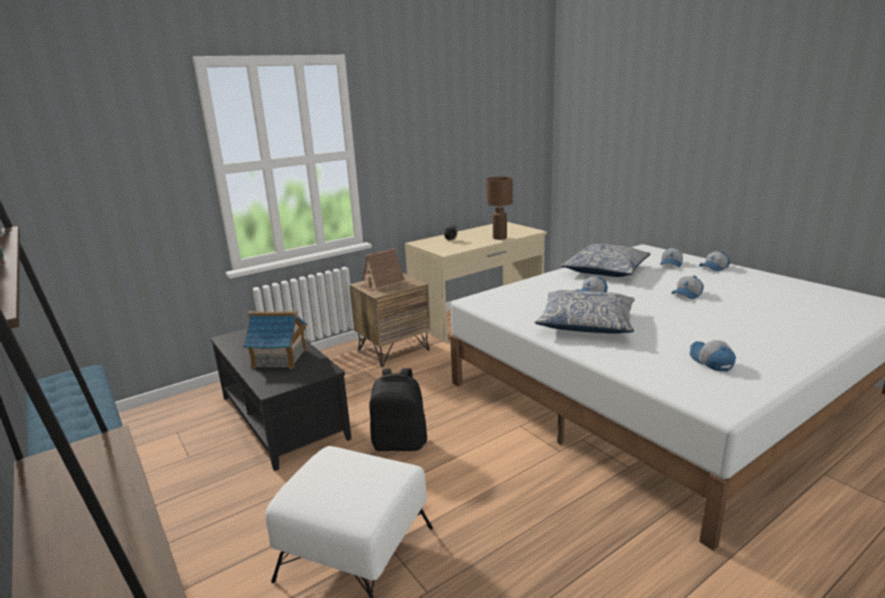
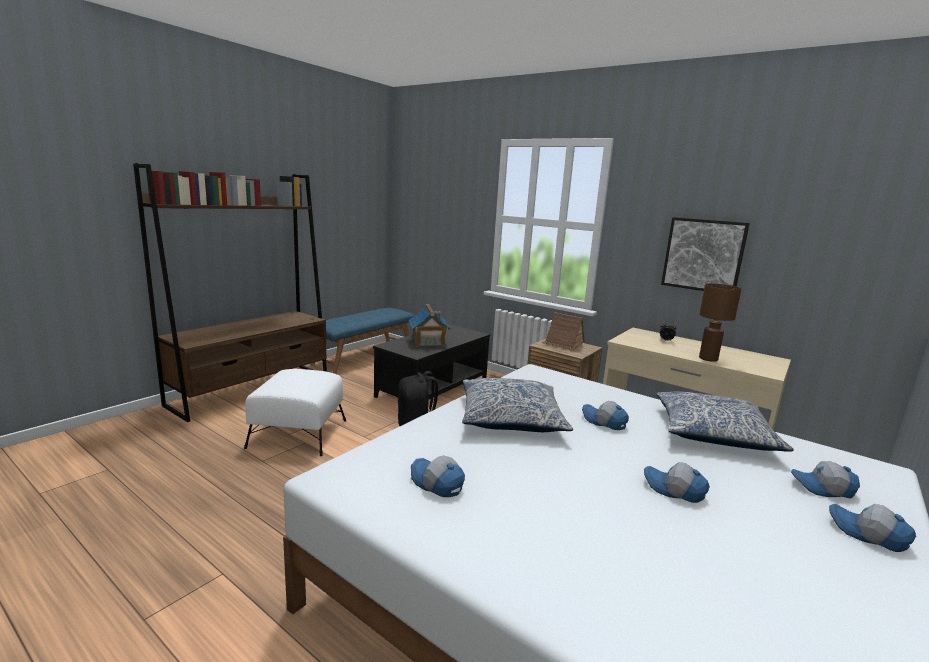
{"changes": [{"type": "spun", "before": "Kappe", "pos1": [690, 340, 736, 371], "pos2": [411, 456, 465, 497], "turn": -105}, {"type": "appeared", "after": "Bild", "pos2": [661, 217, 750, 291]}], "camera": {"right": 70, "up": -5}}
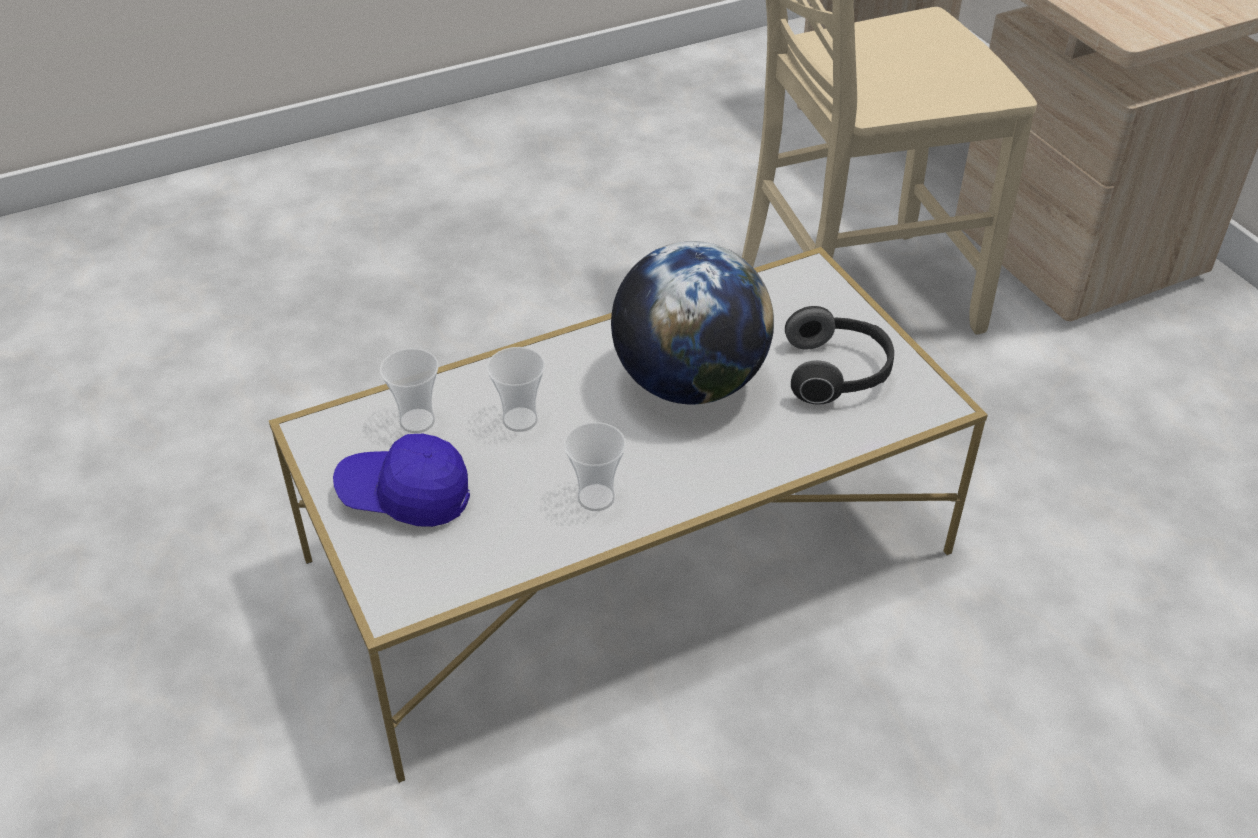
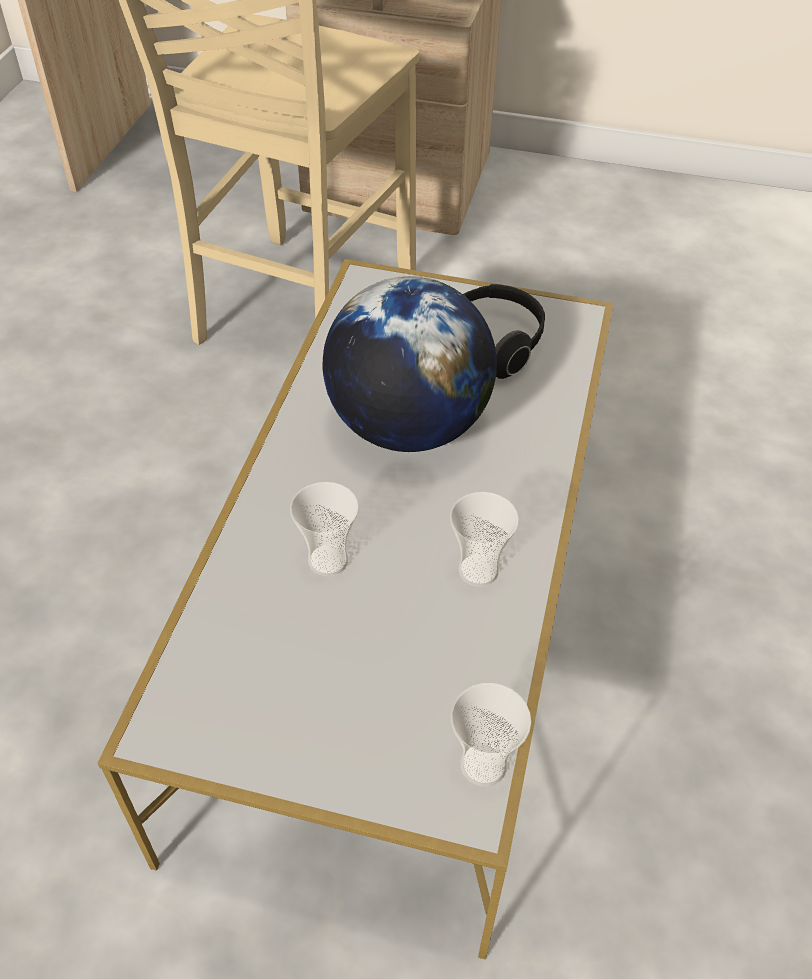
{"changes": [{"type": "relocated", "before": "Tasse", "pos1": [380, 348, 439, 433], "pos2": [450, 683, 531, 787]}, {"type": "missing", "before": "Kappe/blau", "pos1": [333, 434, 470, 527]}], "camera": {"right": -50, "up": 5}}
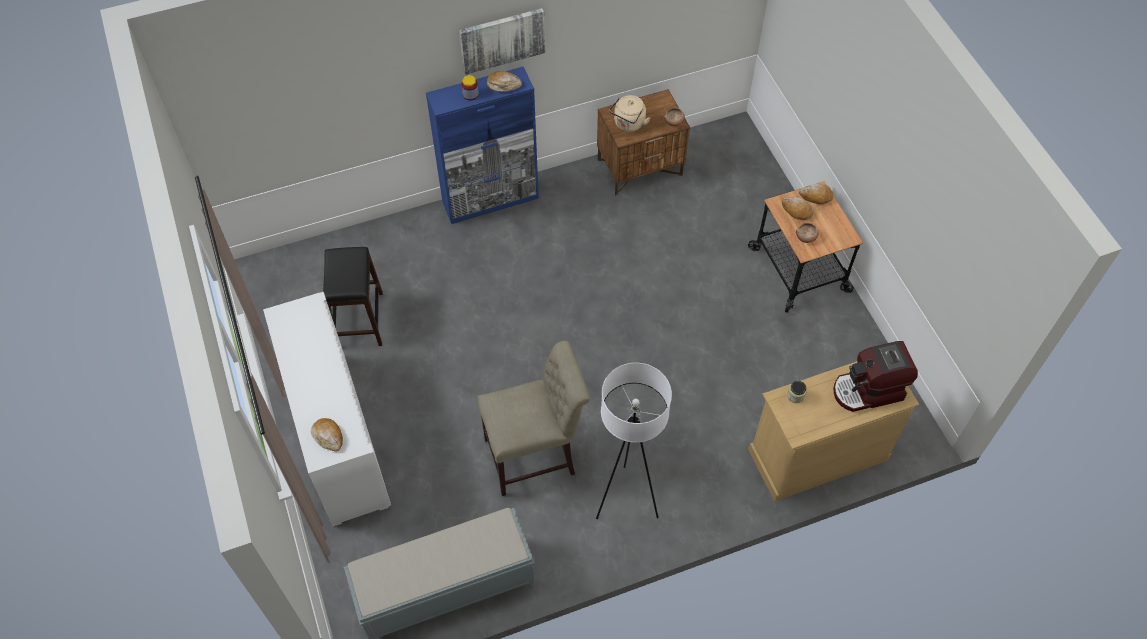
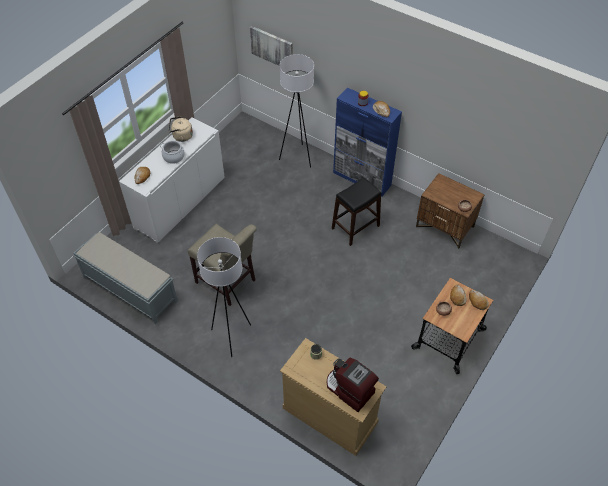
{"changes": [{"type": "relocated", "before": "Bild", "pos1": [459, 8, 546, 75], "pos2": [250, 26, 293, 66]}, {"type": "relocated", "before": "Wasserkessel/beige", "pos1": [609, 95, 650, 132], "pos2": [169, 116, 193, 142]}, {"type": "relocated", "before": "Hocker/schwarz", "pos1": [323, 247, 383, 346], "pos2": [332, 177, 381, 246]}, {"type": "appeared", "after": "Stehlampe/weiß", "pos2": [279, 54, 314, 167]}, {"type": "appeared", "after": "Kochtopf", "pos2": [160, 141, 185, 164]}], "camera": {"right": 55, "up": -5}}
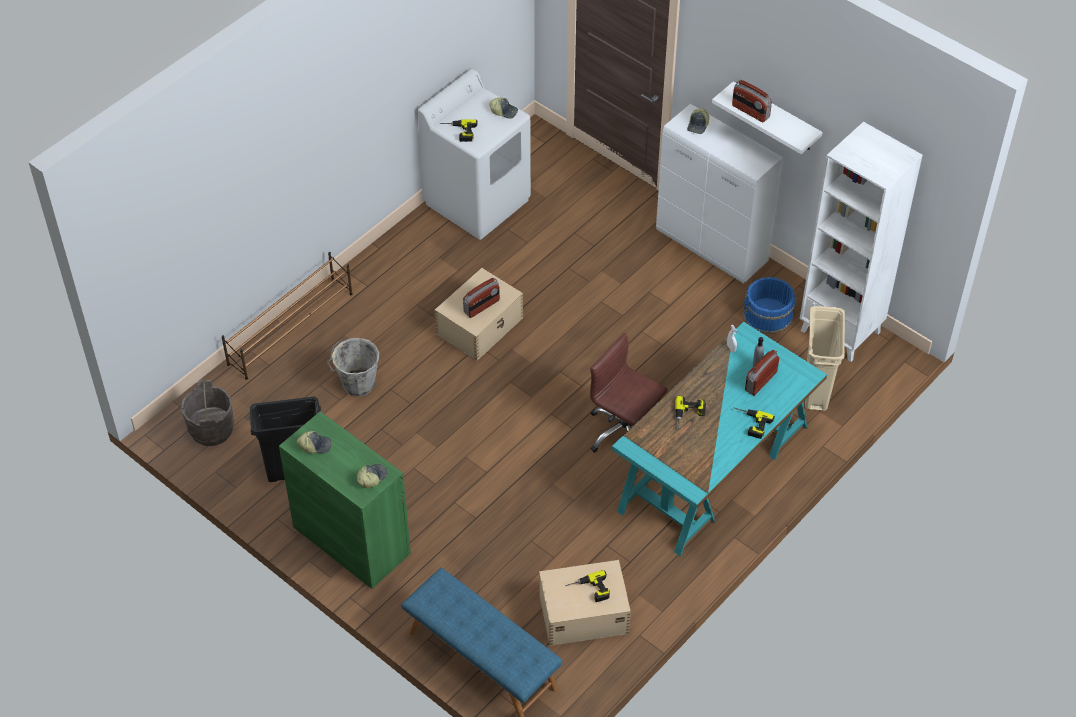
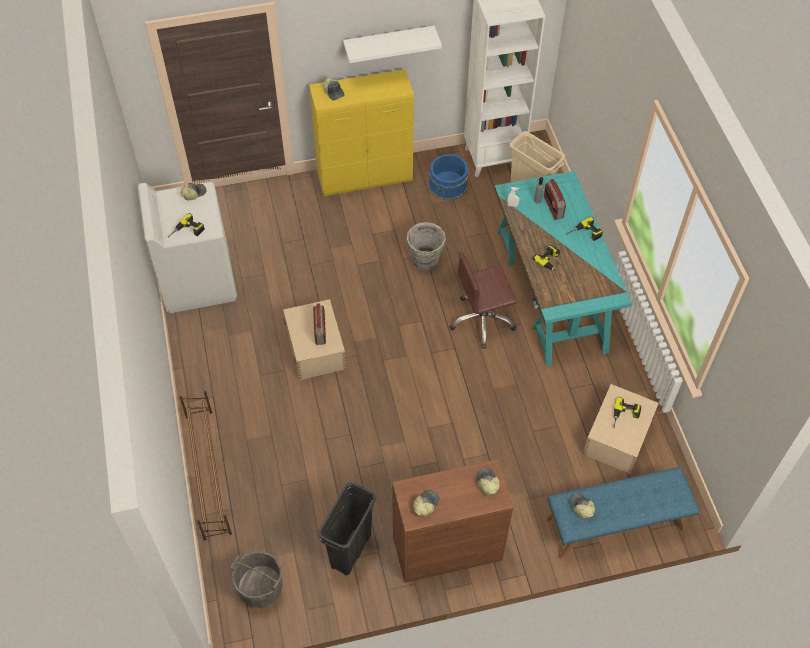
{"changes": [{"type": "missing", "before": "Radio", "pos1": [732, 80, 772, 122]}, {"type": "colour", "before": "Schrank/weiß", "after": "Schrank/gelb", "pos1": [656, 104, 783, 284], "pos2": [309, 69, 414, 196]}, {"type": "relocated", "before": "Eimer/grau", "pos1": [327, 338, 379, 397], "pos2": [404, 222, 446, 270]}, {"type": "colour", "before": "Schrank/grün", "after": "Schrank/braun", "pos1": [279, 411, 411, 589], "pos2": [392, 459, 513, 583]}, {"type": "appeared", "after": "Kappe", "pos2": [570, 493, 595, 519]}], "camera": {"right": -55, "up": 5}}
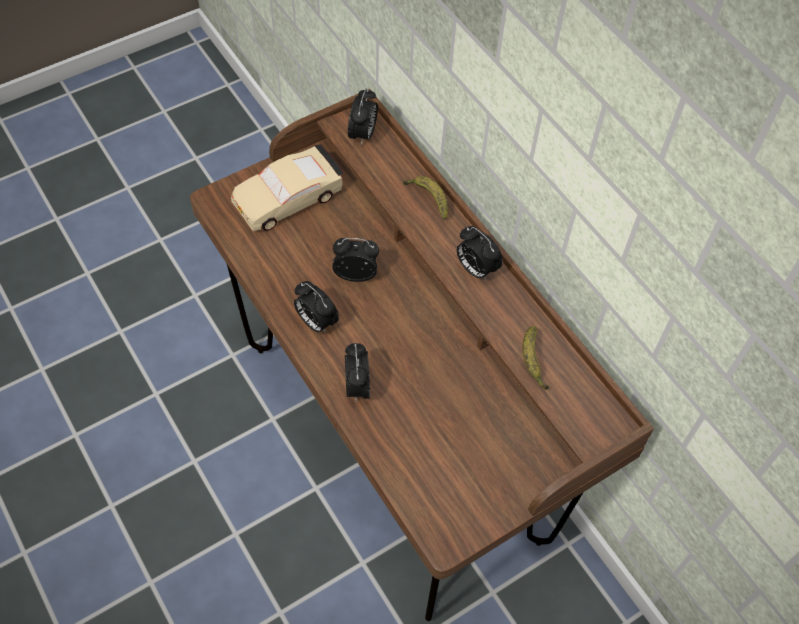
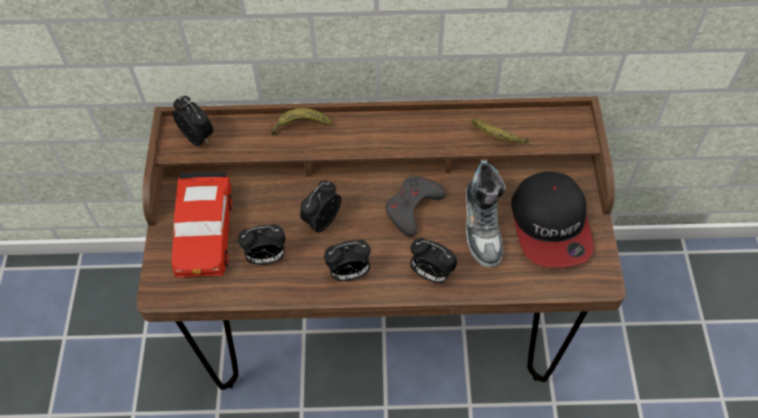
{"changes": [{"type": "colour", "before": "Spielzeugauto/beige", "after": "Spielzeugauto/rot", "pos1": [231, 144, 344, 231], "pos2": [172, 171, 232, 277]}, {"type": "relocated", "before": "Wecker", "pos1": [457, 226, 503, 280], "pos2": [238, 224, 285, 265]}, {"type": "appeared", "after": "Schuh", "pos2": [466, 160, 506, 268]}, {"type": "appeared", "after": "Kappe", "pos2": [511, 171, 594, 268]}, {"type": "appeared", "after": "Gamepad/grau", "pos2": [385, 176, 446, 237]}], "camera": {"right": -55, "up": 0}}
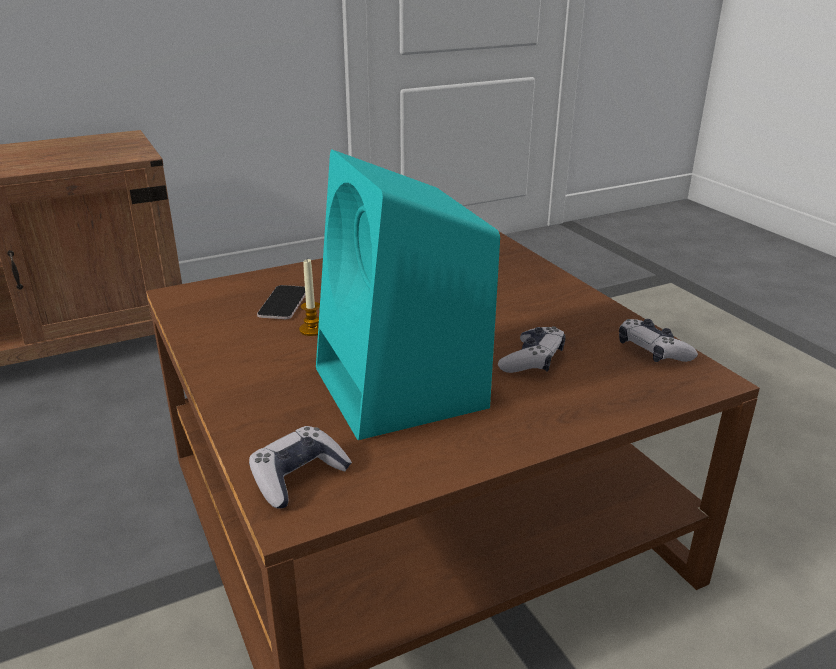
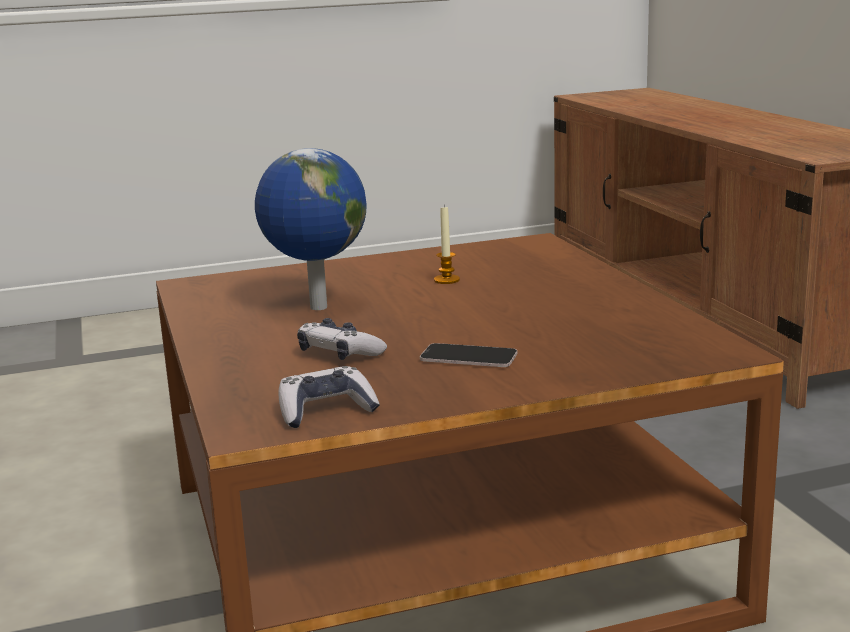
{"changes": [{"type": "exchanged", "before": "Lautsprecher/türkis", "after": "Globus", "pos1": [316, 150, 500, 440], "pos2": [255, 148, 366, 310]}, {"type": "relocated", "before": "Handy", "pos1": [257, 285, 305, 319], "pos2": [420, 343, 517, 367]}, {"type": "missing", "before": "Gamepad", "pos1": [249, 426, 352, 509]}], "camera": {"right": 100, "up": -10}}
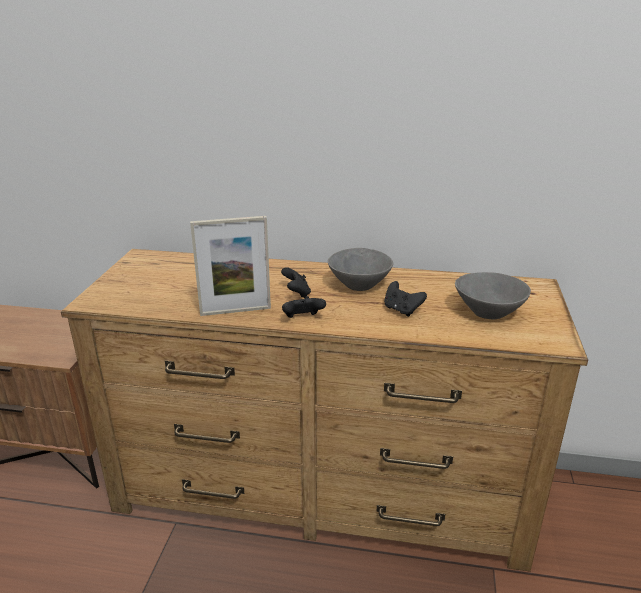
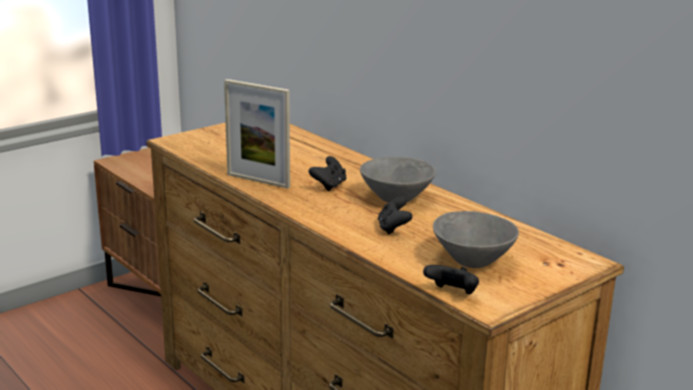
{"changes": [{"type": "relocated", "before": "Gamepad/schwarz", "pos1": [282, 296, 326, 318], "pos2": [423, 265, 479, 294]}], "camera": {"right": 40, "up": -5}}
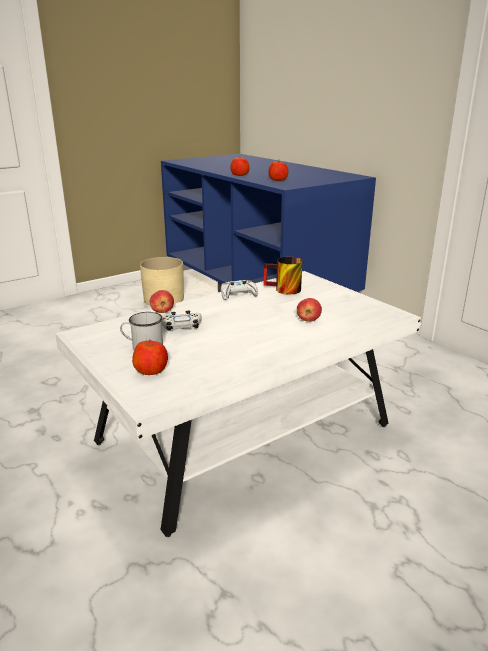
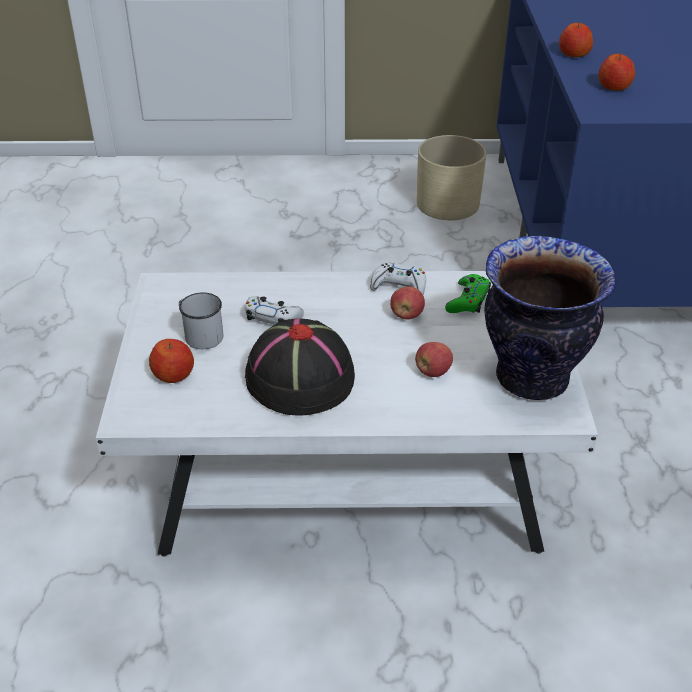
{"changes": [{"type": "exchanged", "before": "Henkelbecher", "after": "Gamepad/grün", "pos1": [264, 257, 302, 295], "pos2": [445, 274, 491, 313]}, {"type": "relocated", "before": "Apfel", "pos1": [150, 290, 174, 313], "pos2": [390, 286, 425, 320]}, {"type": "appeared", "after": "Vase", "pos2": [484, 236, 616, 400]}, {"type": "appeared", "after": "Hut/schwarz", "pos2": [245, 318, 355, 416]}], "camera": {"right": 35, "up": 15}}
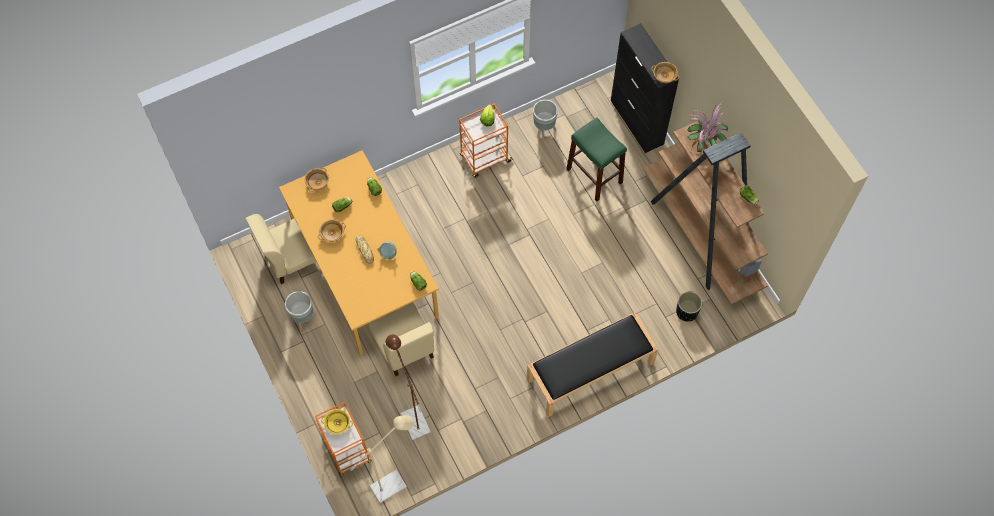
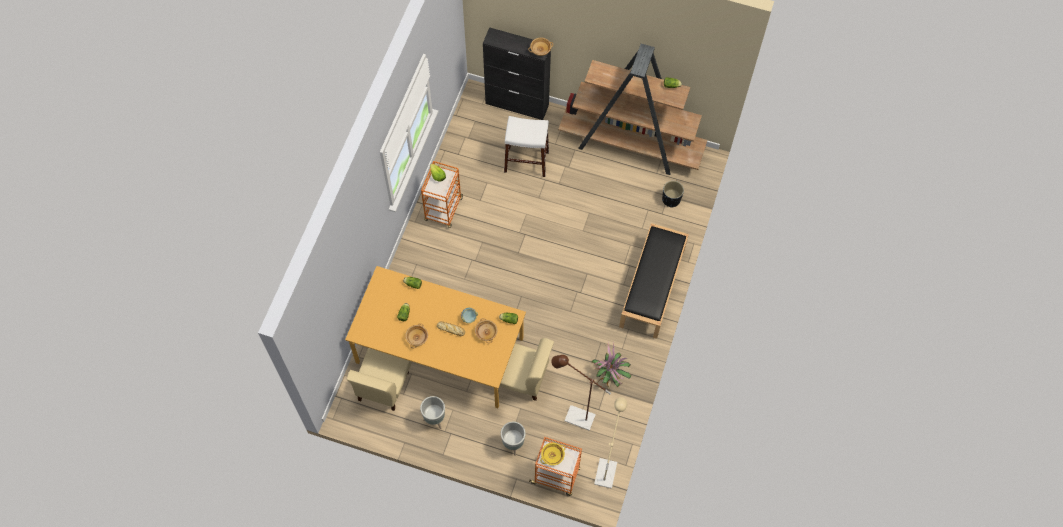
{"changes": [{"type": "relocated", "before": "Pflanzkübel/grau", "pos1": [533, 100, 558, 138], "pos2": [501, 421, 526, 456]}, {"type": "relocated", "before": "Topfpflanze", "pos1": [686, 102, 728, 152], "pos2": [592, 342, 632, 389]}, {"type": "colour", "before": "Hocker/grün", "after": "Hocker/weiß", "pos1": [566, 118, 627, 201], "pos2": [504, 116, 549, 177]}, {"type": "relocated", "before": "Schüssel/beige", "pos1": [305, 168, 329, 192], "pos2": [475, 318, 498, 343]}], "camera": {"right": -45, "up": 0}}
